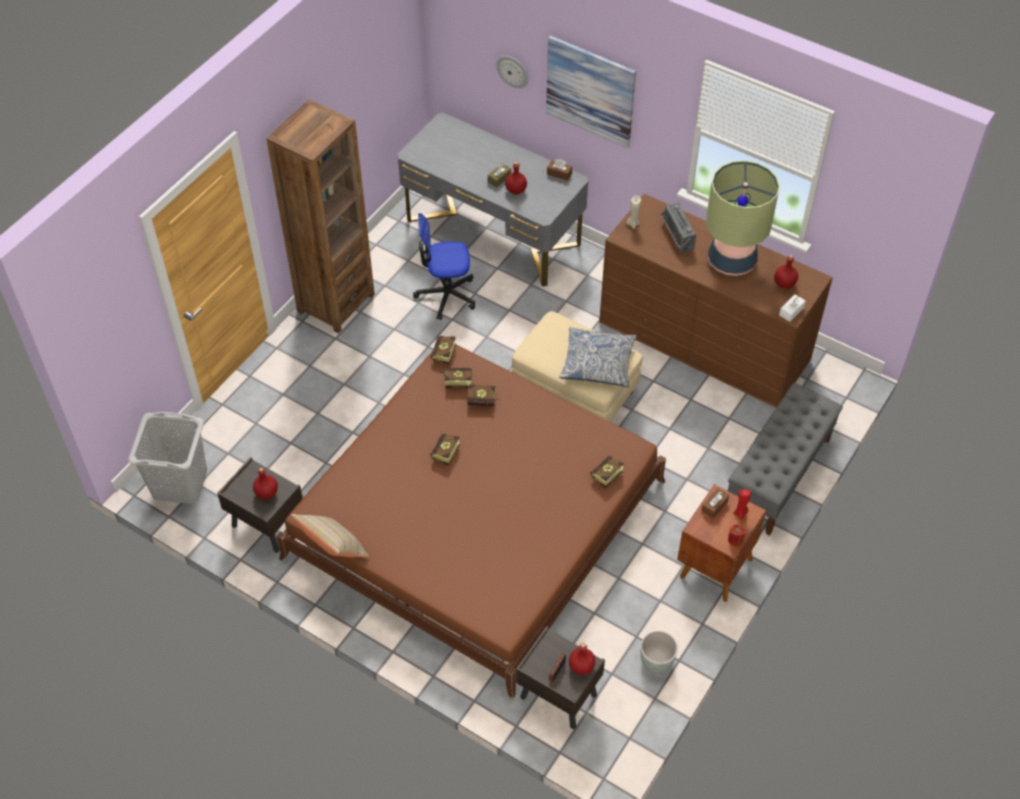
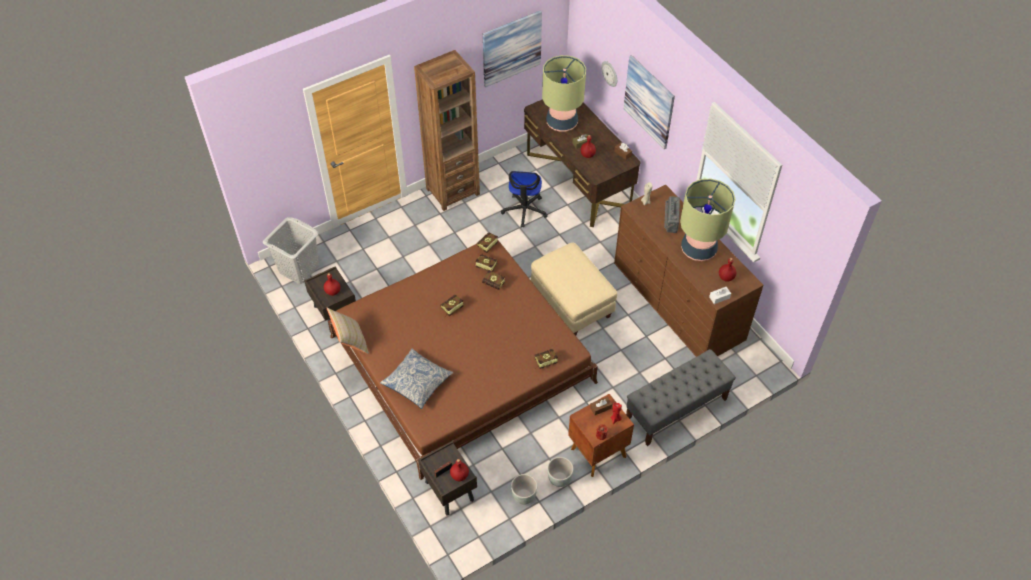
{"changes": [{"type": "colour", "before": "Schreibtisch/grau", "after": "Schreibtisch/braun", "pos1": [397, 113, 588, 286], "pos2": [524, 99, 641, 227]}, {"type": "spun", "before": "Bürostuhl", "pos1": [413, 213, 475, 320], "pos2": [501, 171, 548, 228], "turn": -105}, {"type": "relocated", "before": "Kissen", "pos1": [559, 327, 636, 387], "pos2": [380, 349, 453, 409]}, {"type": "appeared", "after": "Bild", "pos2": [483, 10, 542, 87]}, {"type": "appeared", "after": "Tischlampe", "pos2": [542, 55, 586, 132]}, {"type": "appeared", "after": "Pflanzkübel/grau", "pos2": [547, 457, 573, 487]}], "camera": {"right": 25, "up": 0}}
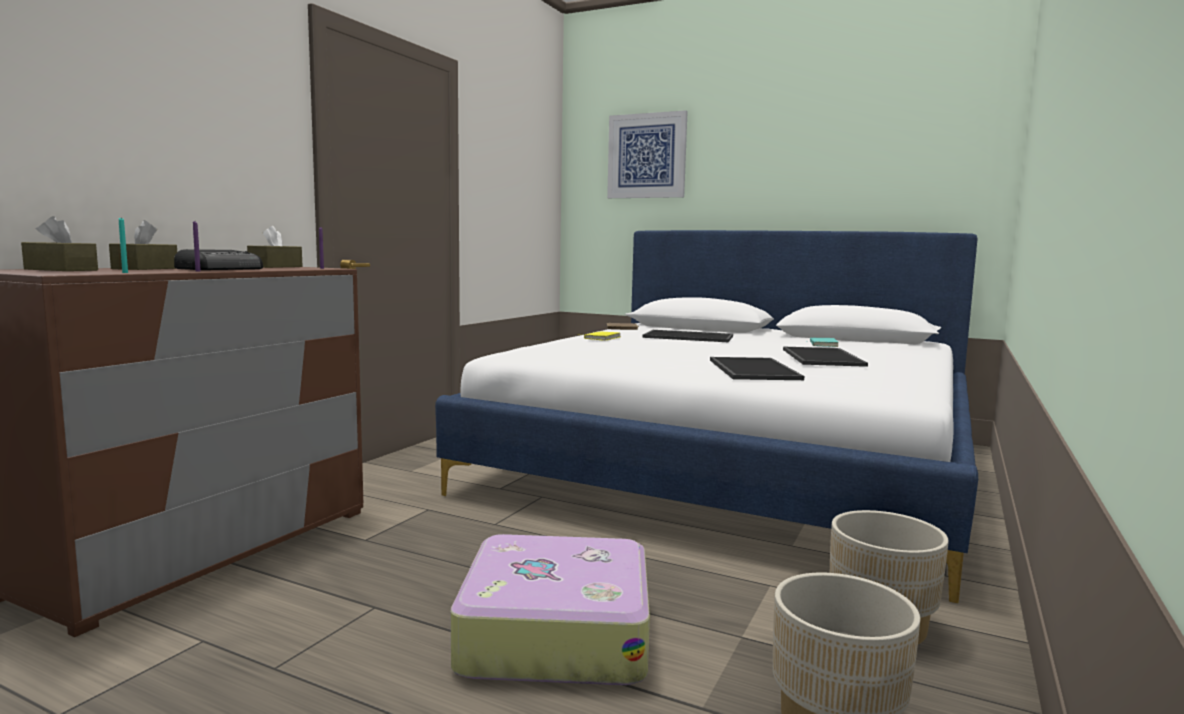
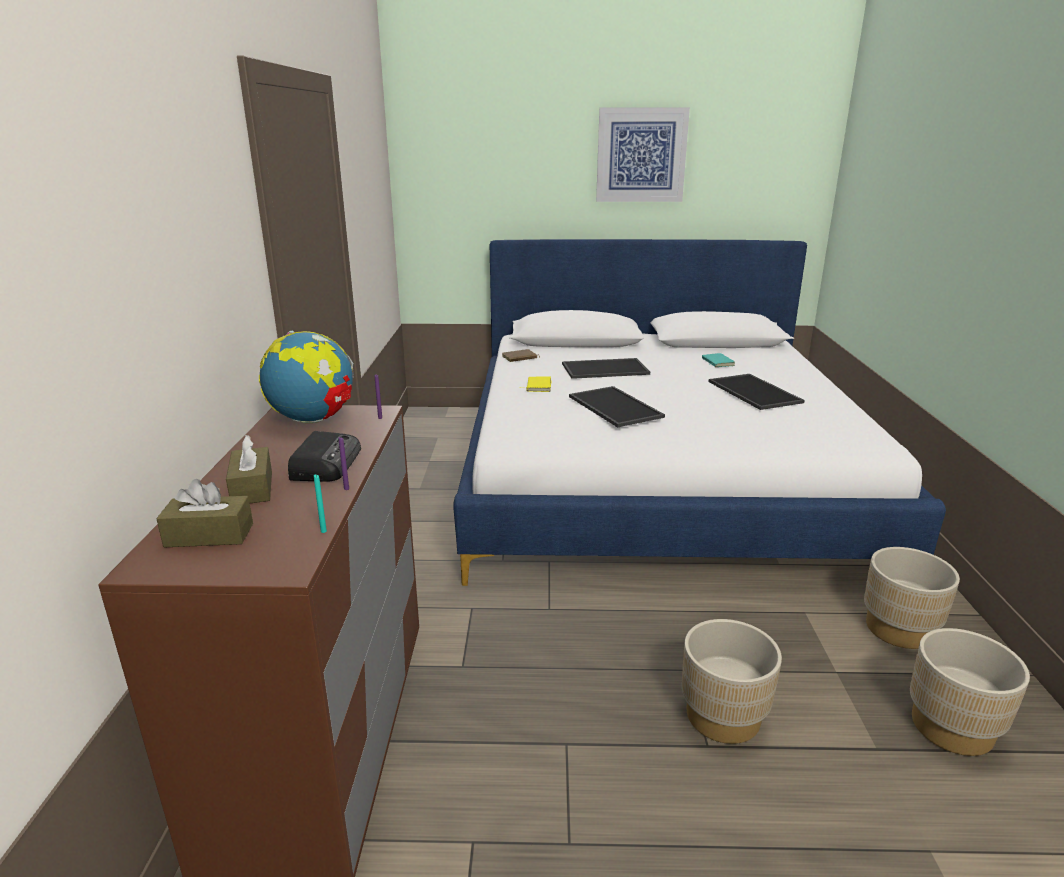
{"changes": [{"type": "relocated", "before": "Bild", "pos1": [607, 110, 688, 198], "pos2": [596, 108, 690, 202]}, {"type": "exchanged", "before": "Taschentuchbox/braun", "after": "Globus", "pos1": [247, 226, 302, 268], "pos2": [259, 331, 354, 423]}, {"type": "relocated", "before": "Tablett", "pos1": [710, 357, 804, 380], "pos2": [569, 386, 665, 428]}, {"type": "exchanged", "before": "Koffer", "after": "Pflanzkübel/beige", "pos1": [451, 534, 650, 685], "pos2": [682, 619, 782, 744]}], "camera": {"right": -25, "up": 15}}
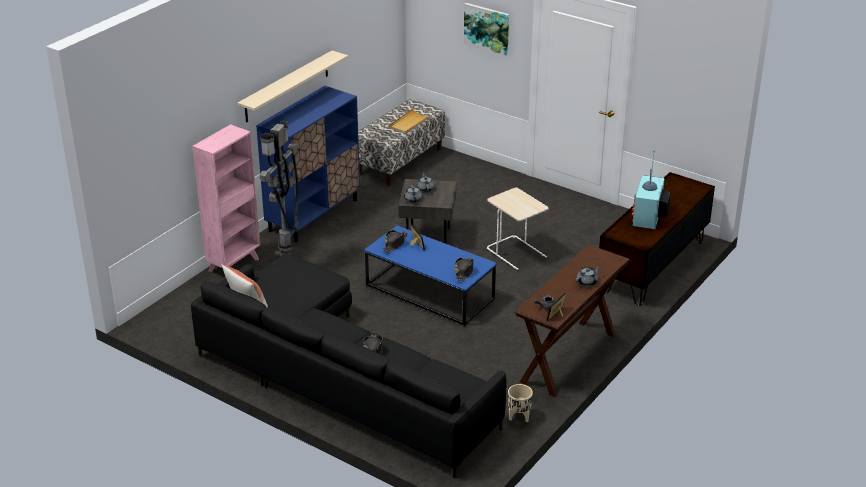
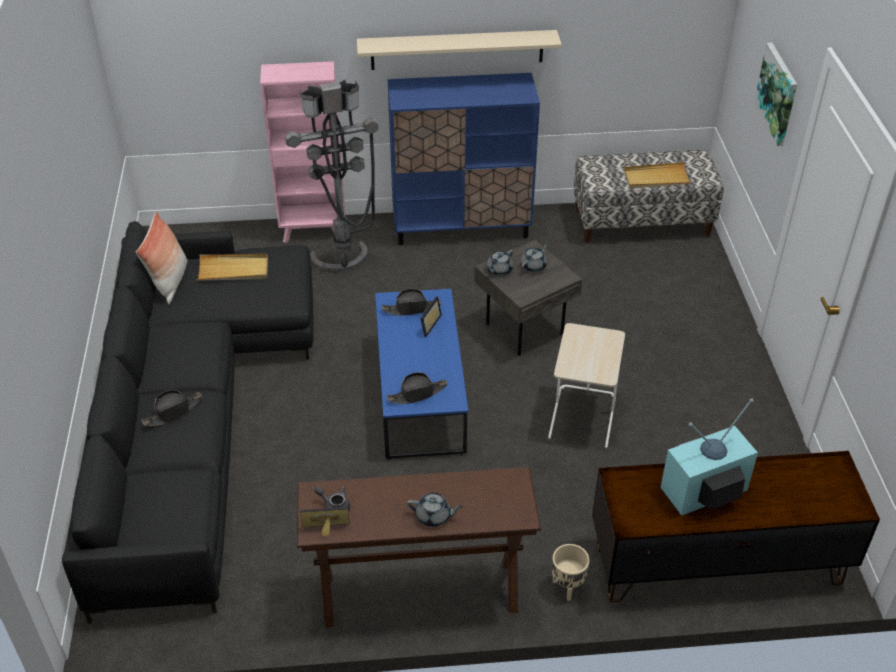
{"changes": [{"type": "relocated", "before": "Pflanzkübel/beige", "pos1": [508, 384, 533, 422], "pos2": [552, 544, 589, 601]}, {"type": "appeared", "after": "Tablett/beige", "pos2": [197, 254, 268, 281]}], "camera": {"right": 50, "up": 10}}
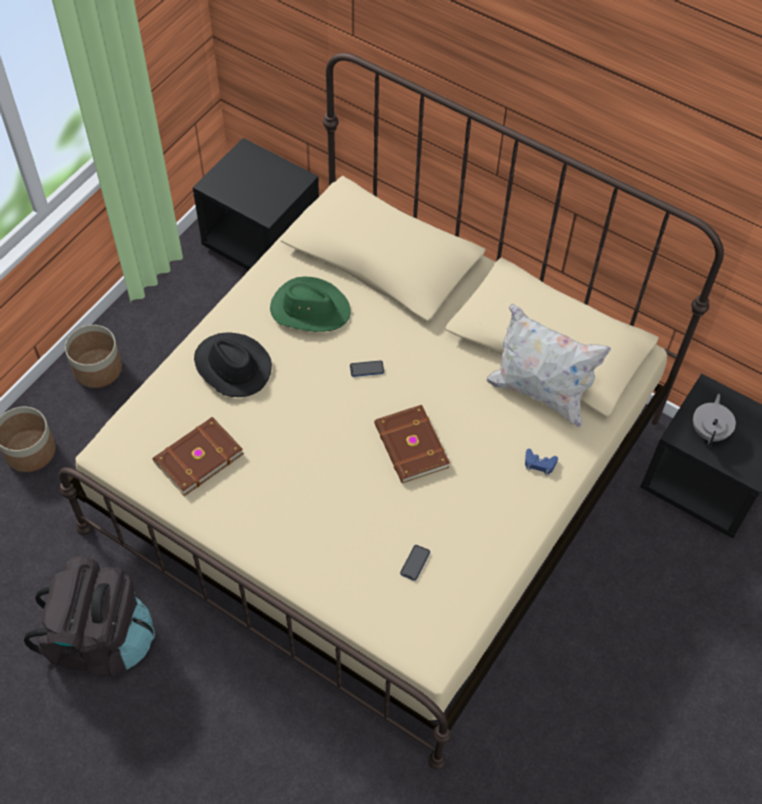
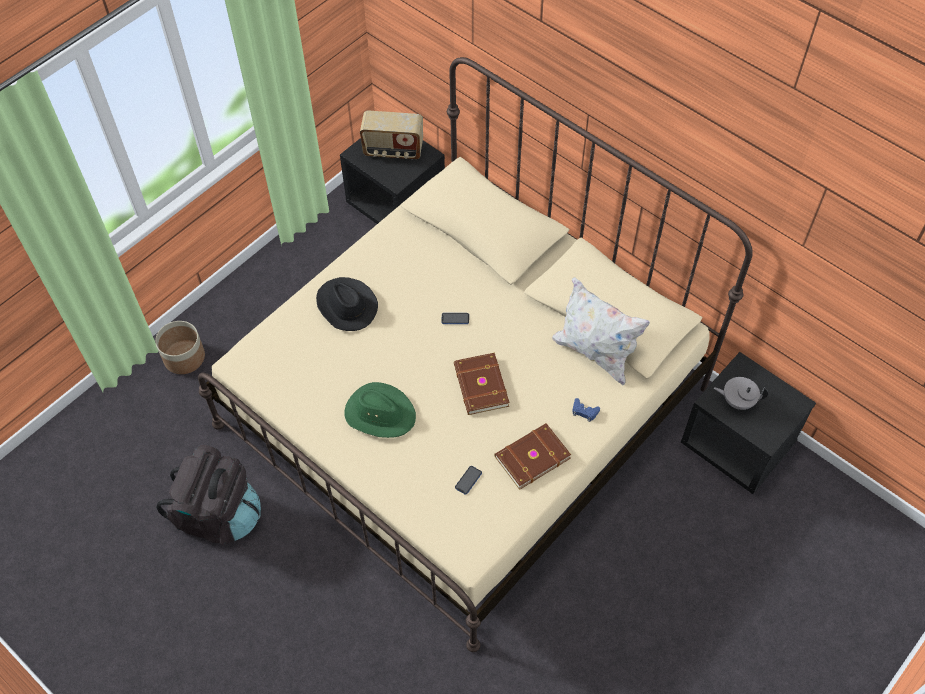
{"changes": [{"type": "relocated", "before": "Hut/grün", "pos1": [270, 277, 351, 332], "pos2": [344, 382, 416, 438]}, {"type": "missing", "before": "Pflanzkübel", "pos1": [65, 325, 122, 388]}, {"type": "spun", "before": "Teekanne/grau", "pos1": [693, 394, 736, 446], "pos2": [714, 377, 768, 410], "turn": -105}, {"type": "relocated", "before": "Buch/braun", "pos1": [153, 417, 244, 496], "pos2": [494, 423, 571, 490]}, {"type": "appeared", "after": "Radio", "pos2": [360, 111, 423, 159]}], "camera": {"right": 10, "up": 0}}
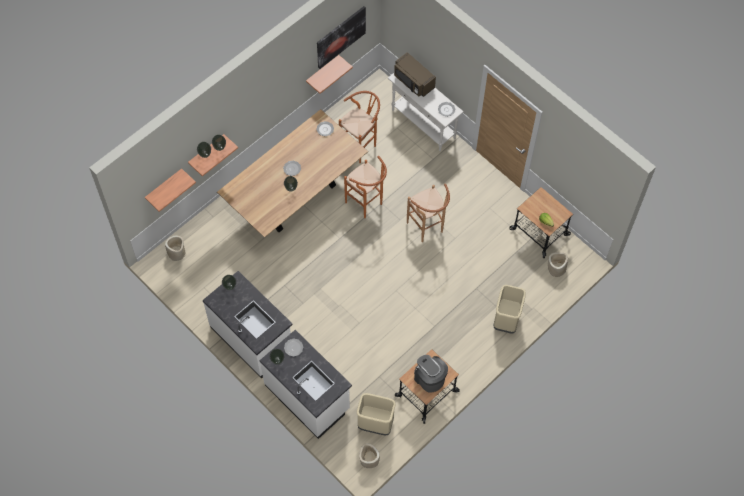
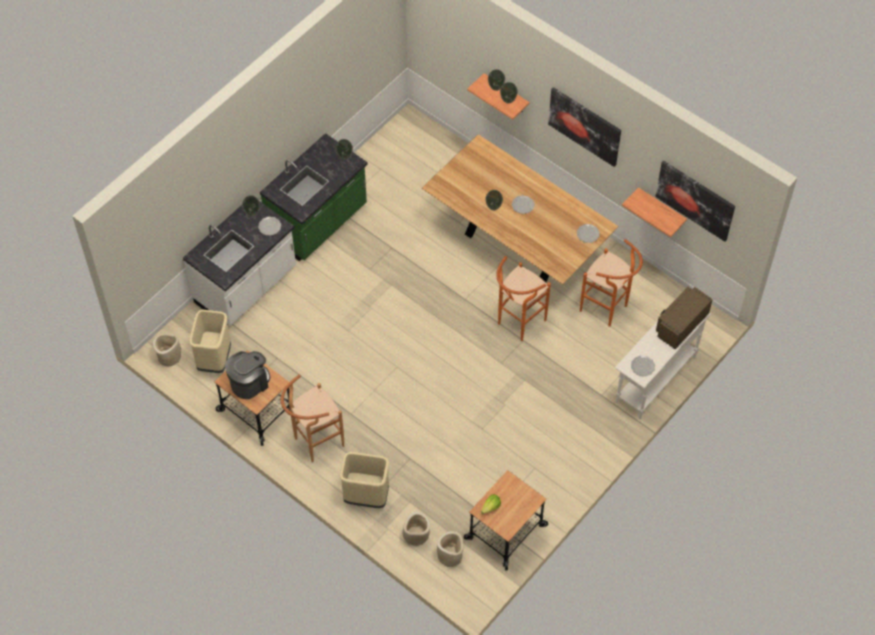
{"changes": [{"type": "missing", "before": "Wandregal", "pos1": [145, 168, 196, 212]}, {"type": "relocated", "before": "Hocker/braun", "pos1": [407, 184, 450, 242], "pos2": [281, 375, 344, 462]}, {"type": "relocated", "before": "Pflanzkübel/beige", "pos1": [165, 235, 185, 261], "pos2": [403, 512, 430, 546]}, {"type": "colour", "before": "Küchenzeile/weiß", "after": "Küchenzeile/grün", "pos1": [203, 271, 293, 379], "pos2": [260, 133, 368, 261]}, {"type": "appeared", "after": "Bild", "pos2": [548, 87, 621, 167]}], "camera": {"right": 85, "up": -5}}
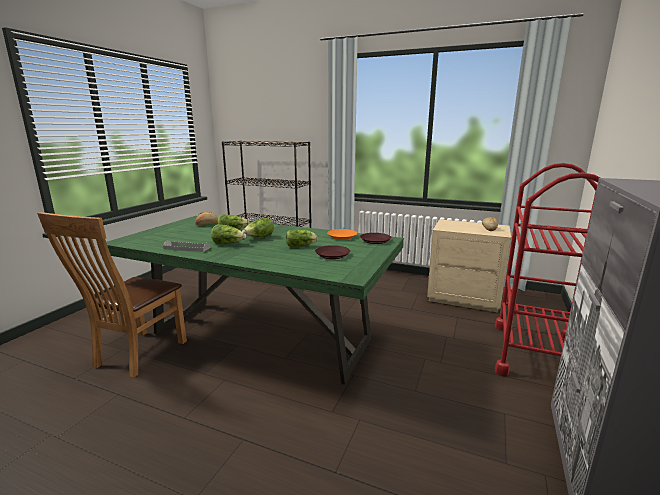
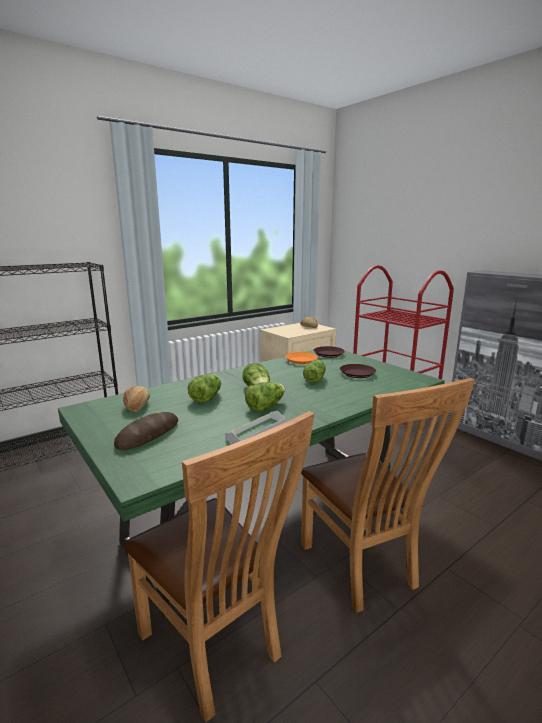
{"changes": [{"type": "appeared", "after": "Stuhl/braun", "pos2": [301, 378, 475, 613]}, {"type": "appeared", "after": "Brot", "pos2": [114, 412, 178, 450]}], "camera": {"right": -60, "up": 0}}
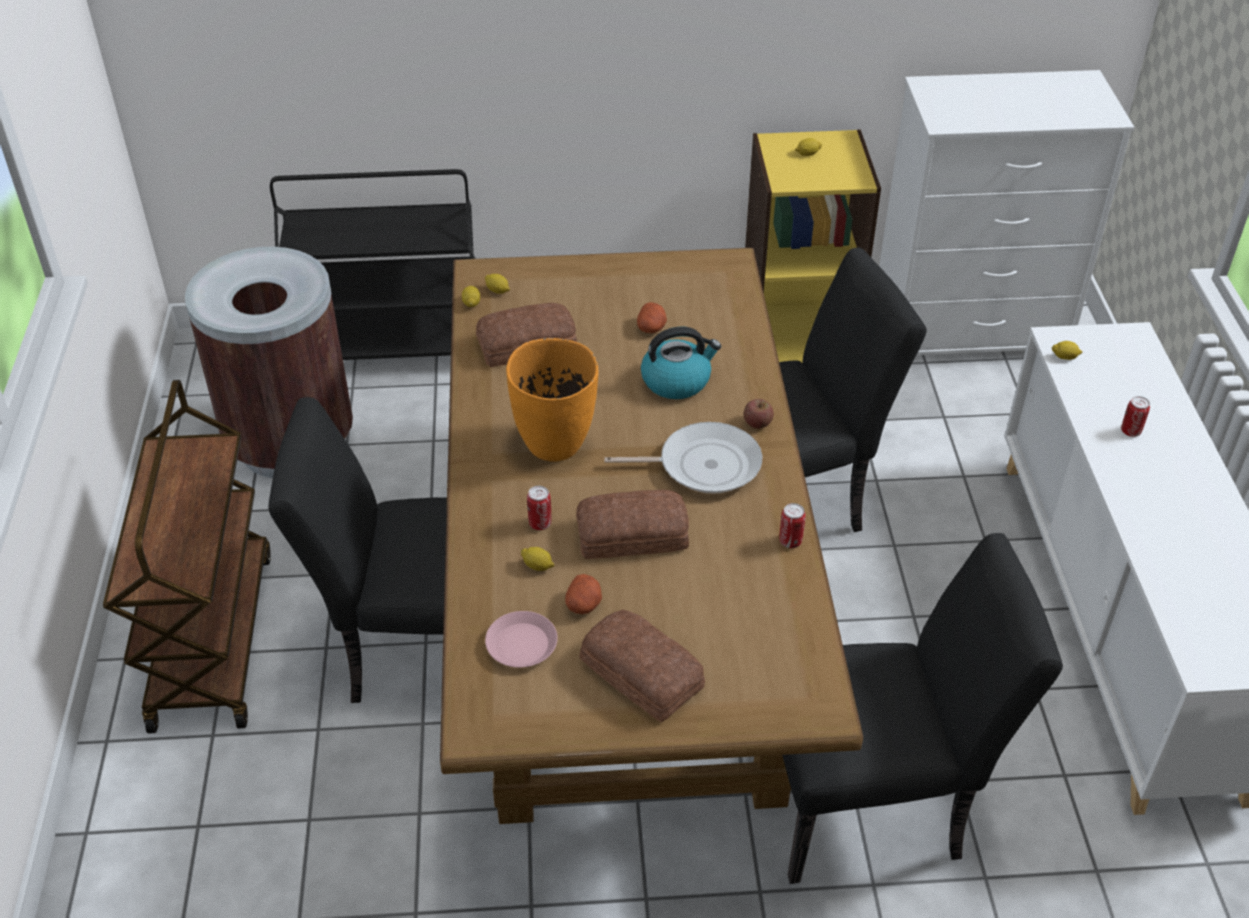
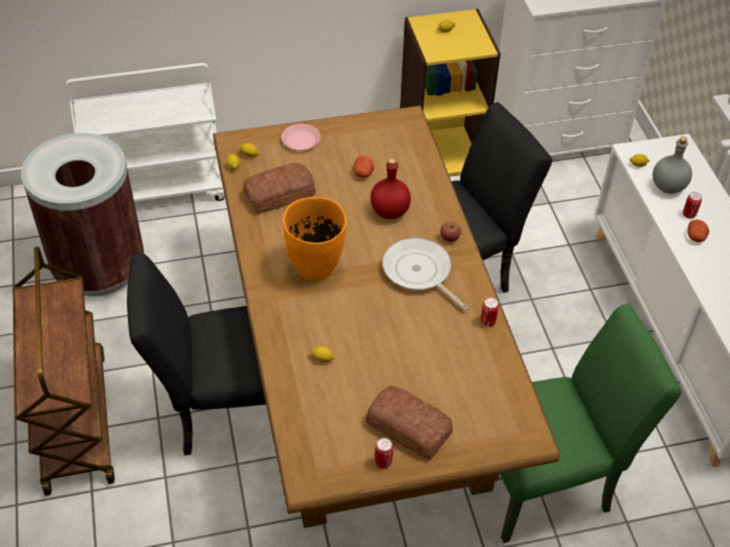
{"changes": [{"type": "colour", "before": "Rollwagen/schwarz", "after": "Rollwagen/weiß", "pos1": [270, 169, 476, 360], "pos2": [66, 63, 225, 202]}, {"type": "exchanged", "before": "Wasserkessel", "after": "Flasche/rot", "pos1": [641, 326, 721, 399], "pos2": [370, 158, 411, 219]}, {"type": "spun", "before": "Pfanne", "pos1": [605, 422, 762, 494], "pos2": [382, 238, 468, 310], "turn": -120}, {"type": "relocated", "before": "Dose", "pos1": [527, 486, 551, 530], "pos2": [375, 438, 393, 469]}, {"type": "missing", "before": "Brot", "pos1": [576, 490, 689, 559]}, {"type": "colour", "before": "Stuhl/schwarz", "after": "Stuhl/grün", "pos1": [782, 533, 1063, 884], "pos2": [500, 304, 682, 543]}, {"type": "relocated", "before": "Kartoffel", "pos1": [565, 574, 602, 614], "pos2": [688, 219, 709, 242]}, {"type": "relocated", "before": "Teller/rosa", "pos1": [485, 611, 558, 668], "pos2": [281, 124, 321, 151]}, {"type": "appeared", "after": "Flasche/grau", "pos2": [653, 136, 692, 194]}], "camera": {"right": -10, "up": 5}}
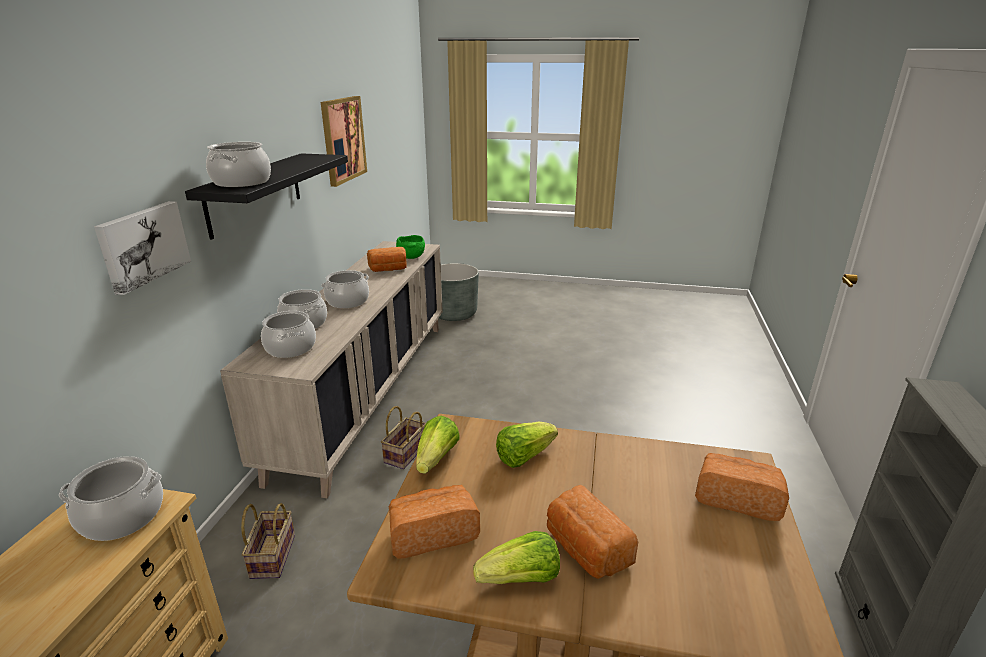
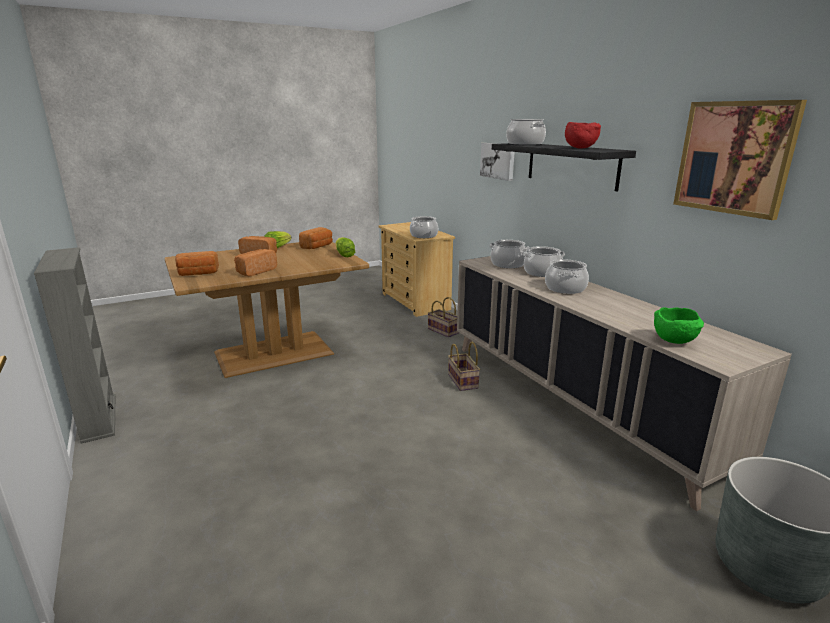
{"changes": [{"type": "relocated", "before": "Brot", "pos1": [367, 247, 407, 272], "pos2": [234, 249, 277, 276]}, {"type": "missing", "before": "Salatkopf", "pos1": [496, 421, 558, 468]}, {"type": "appeared", "after": "Schüssel/rot", "pos2": [565, 122, 601, 149]}], "camera": {"right": 140, "up": -5}}
